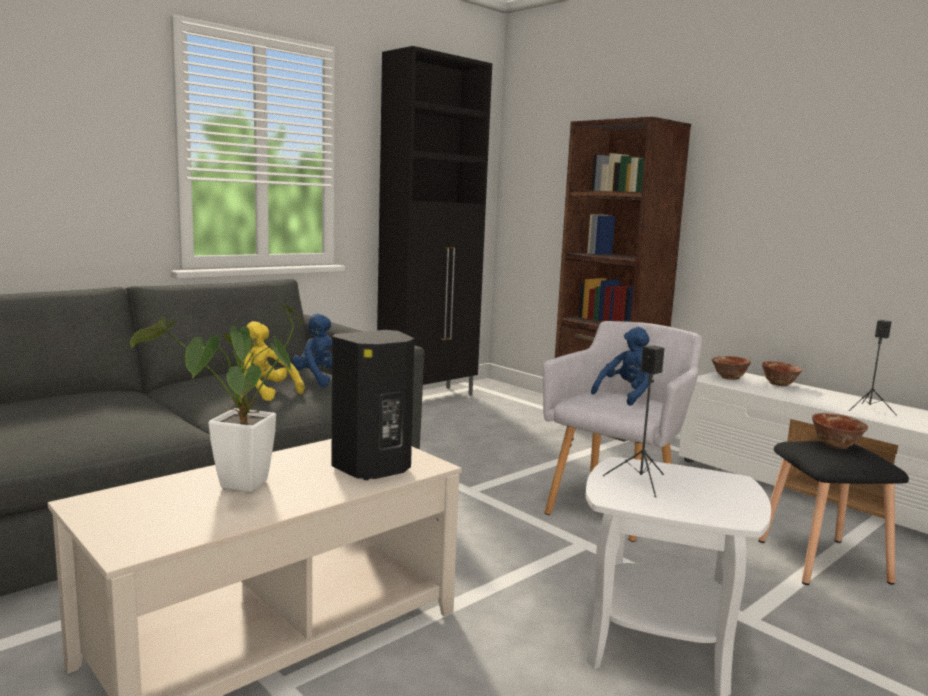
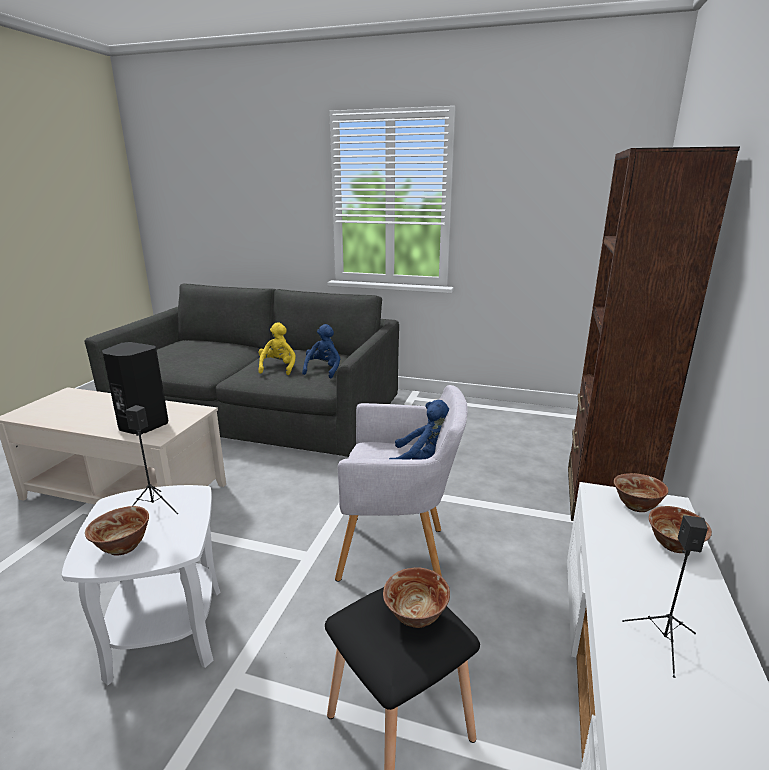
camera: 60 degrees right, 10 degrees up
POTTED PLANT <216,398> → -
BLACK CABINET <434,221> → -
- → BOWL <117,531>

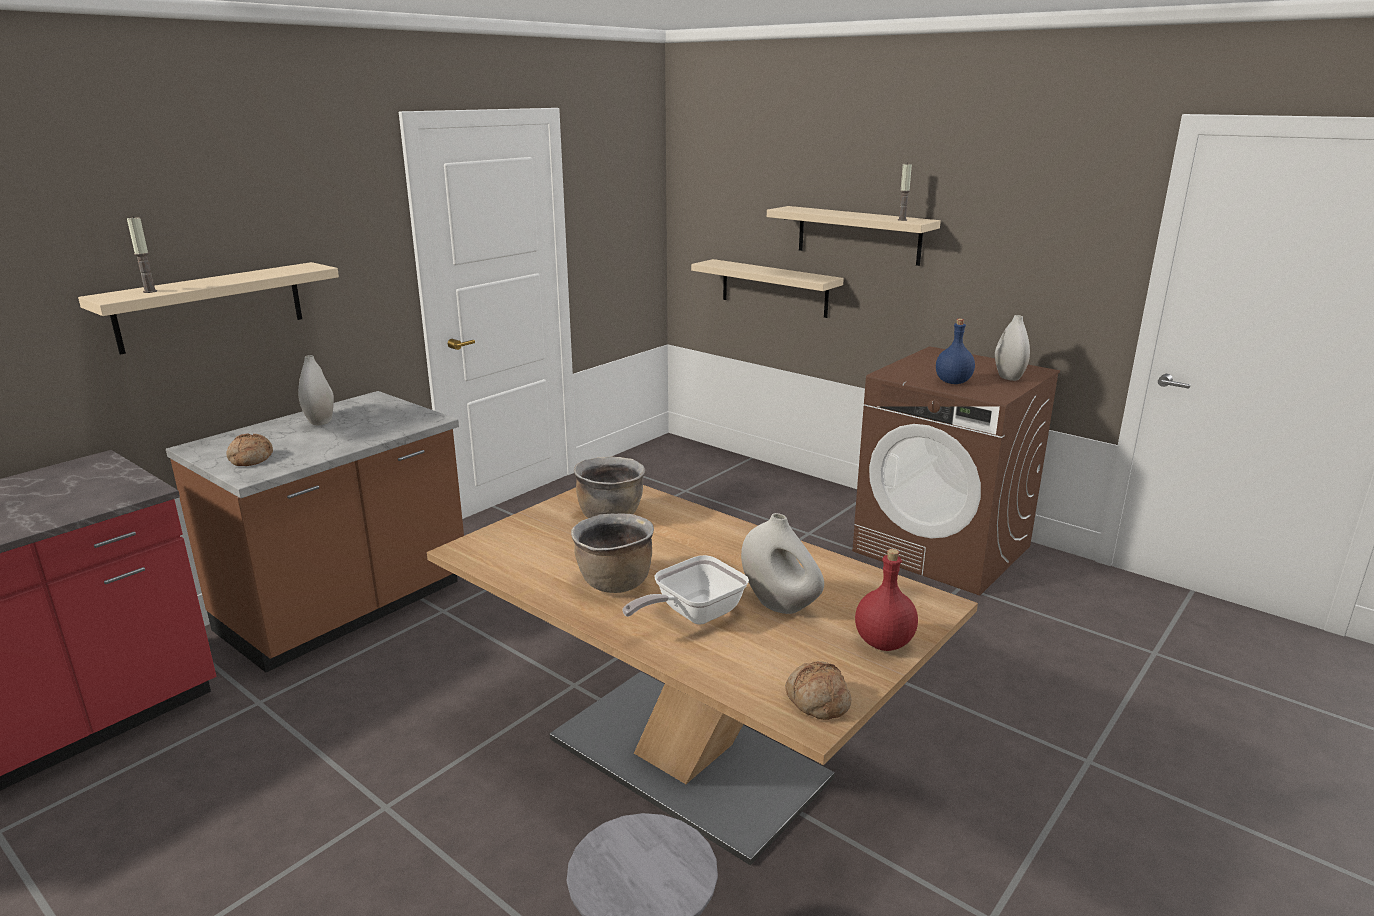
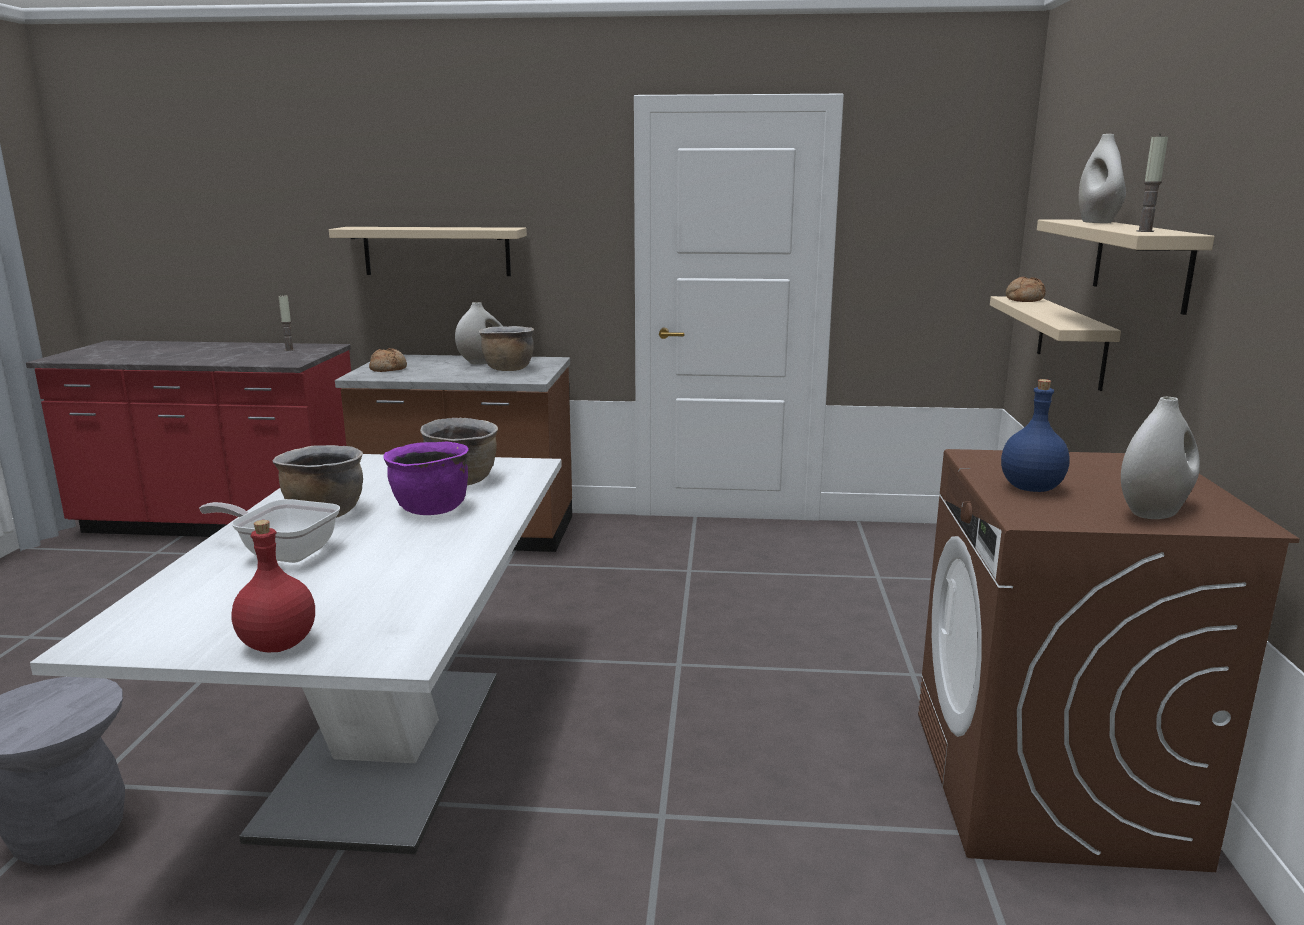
camera: 55 degrees right, 5 degrees down
CANDLE <142,255> → CANDLE <286,323>, moved
BROWN DINING TABLE <702,675> → WHITE DINING TABLE <296,654>
WHITE VASE <782,563> → WHITE VASE <1102,178>, moved
BREAD <818,690> → BREAD <1026,289>, moved
- → PURPLE COOKING POT <426,478>
- → BROWN COOKING POT <506,348>

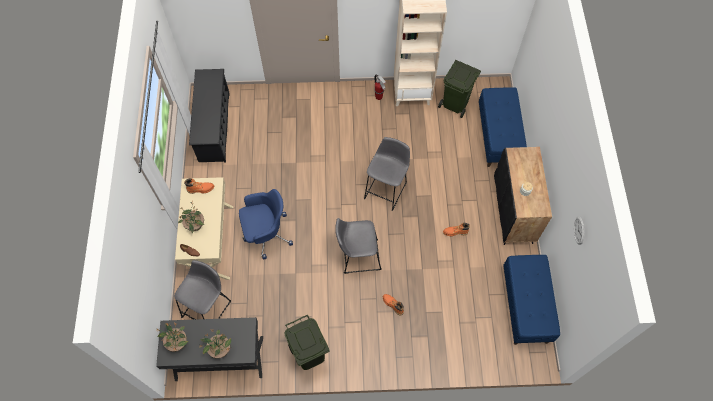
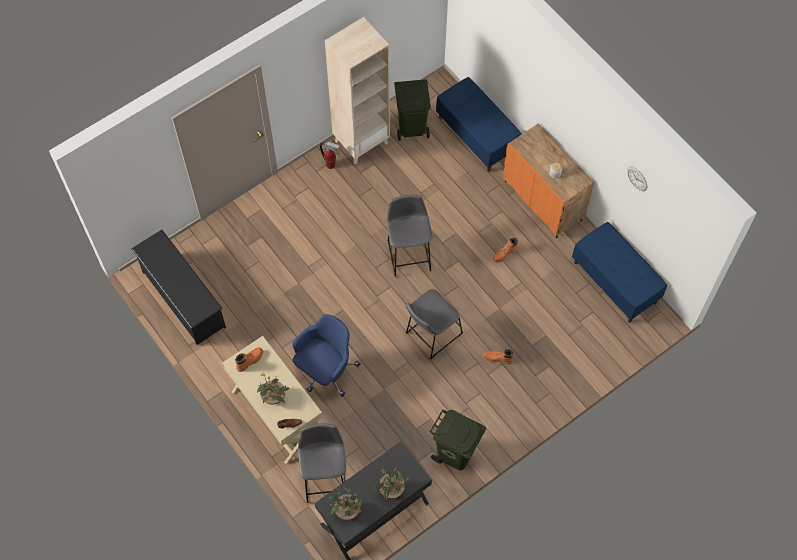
camera: 35 degrees left, 0 degrees up
BLACK CABINET <523,196> → ORANGE CABINET <548,181>

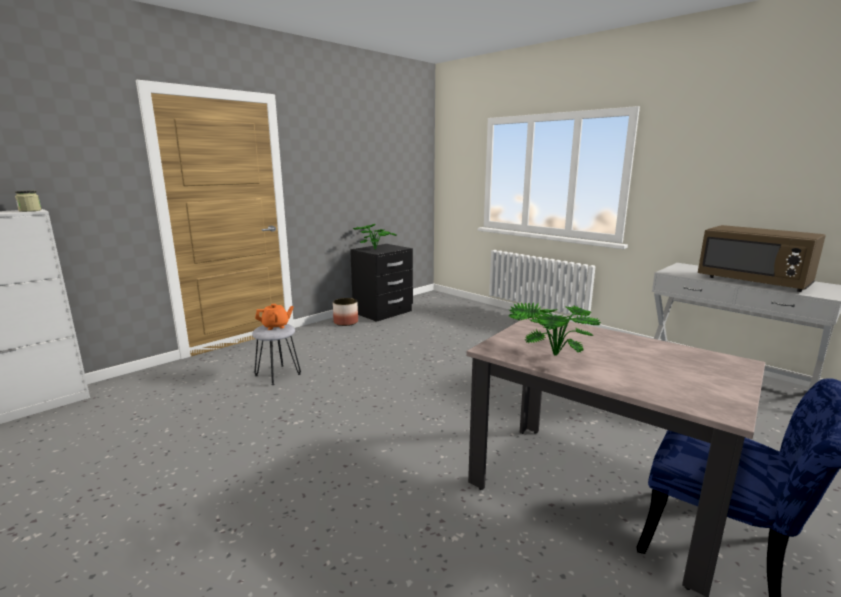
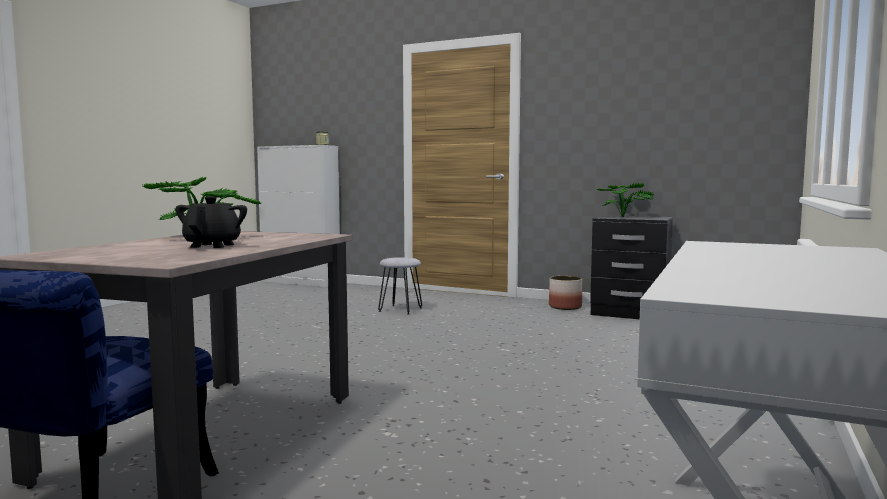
camera: 70 degrees right, 10 degrees down
ORANGE TEAPOT <274,317> → -
BROWN MICROWAVE <762,258> → -
- → BLACK TEAPOT <211,222>

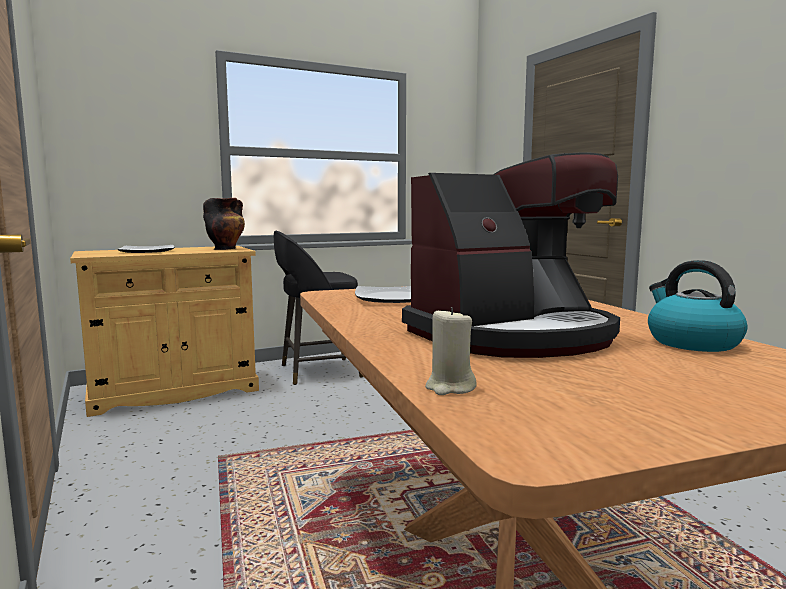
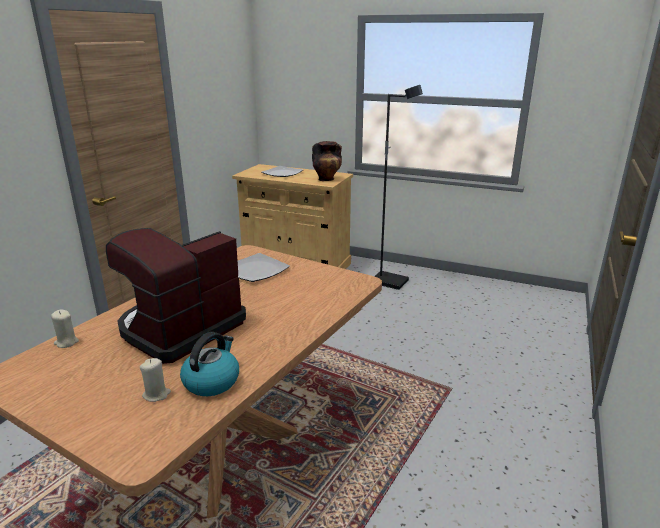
camera: 50 degrees right, 15 degrees up
BLACK STOOL <319,308> → BLACK FLOOR LAMP <398,187>
COFFEE MACHINE <511,255> → COFFEE MACHINE <176,296>, 105 degrees clockwise
- → BEIGE CANDLE <155,380>

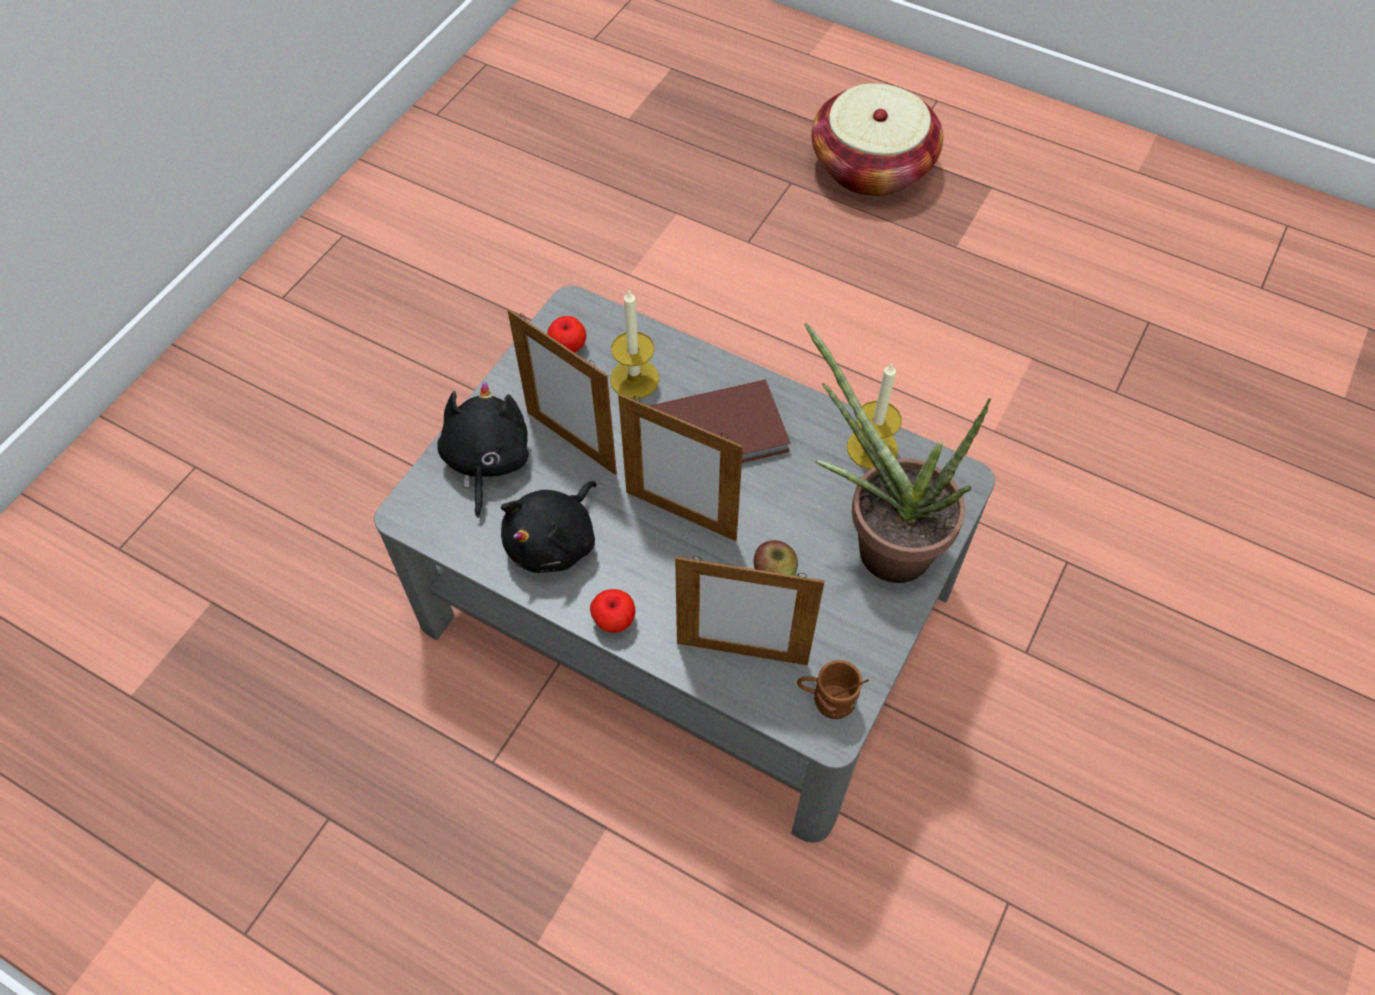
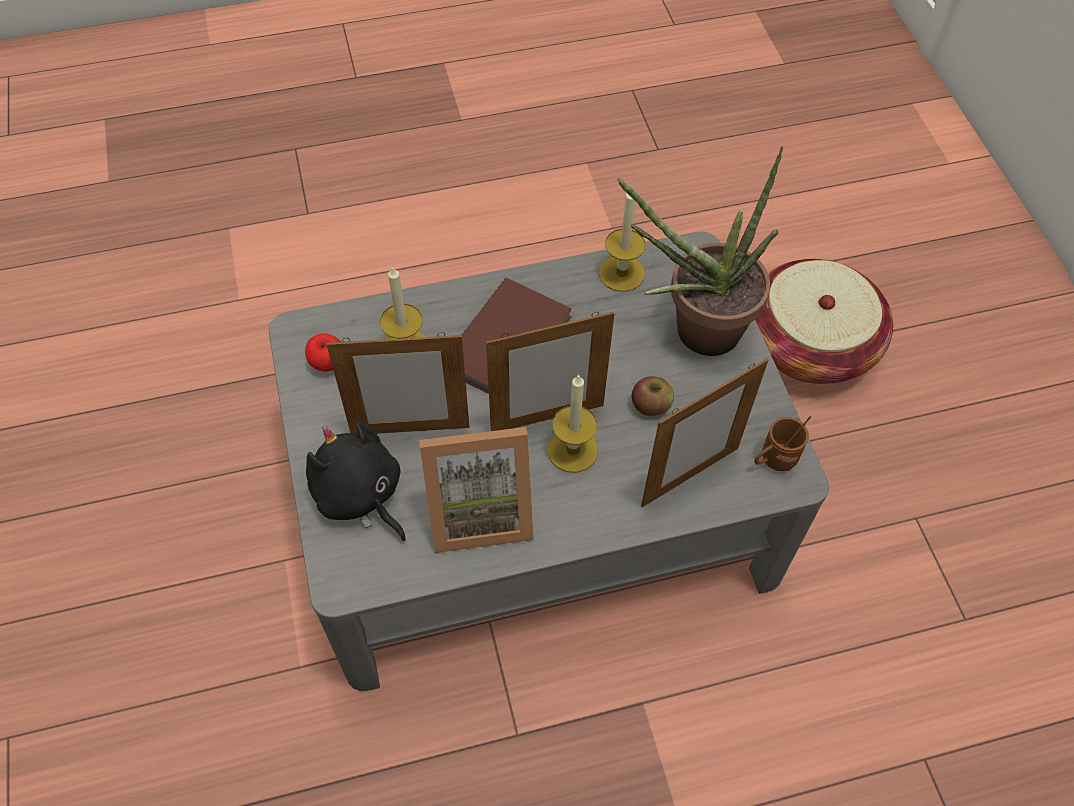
camera: 45 degrees left, 0 degrees up
BLACK PLUSH TOY <549,527> → PICTURE FRAME <476,490>
APPLE <612,611> → -
BASKET <877,139> → BASKET <824,321>, moved
- → CANDLE <572,423>

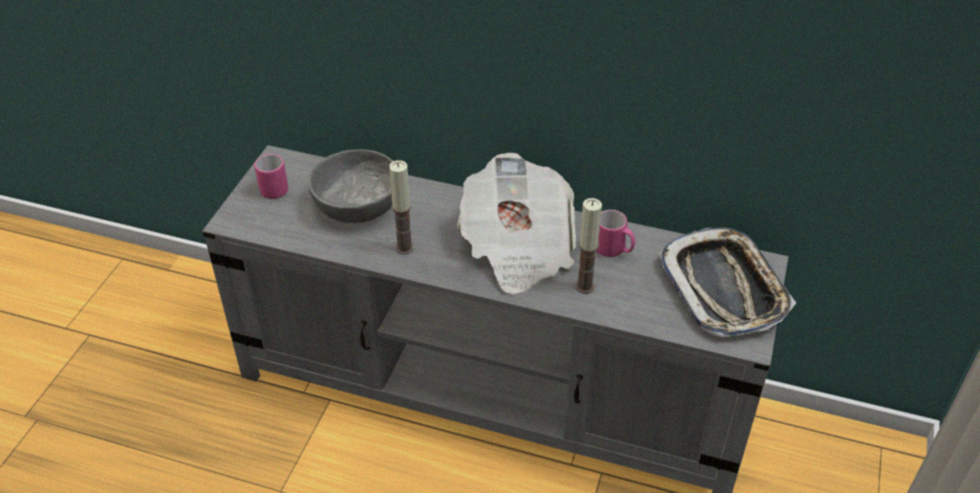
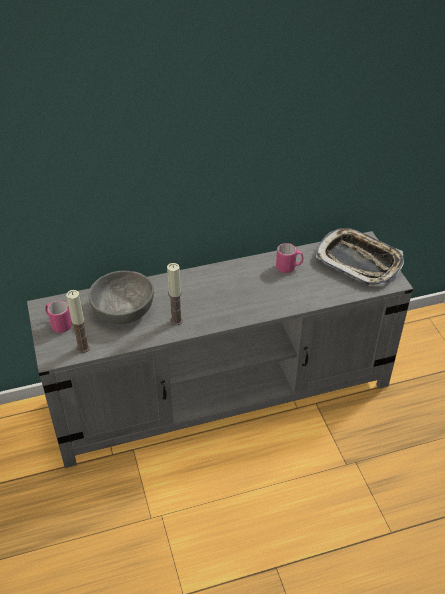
camera: 35 degrees left, 0 degrees up
NEWSPAPER <516,224> → -
CANDLE <588,246> → CANDLE <78,321>, moved

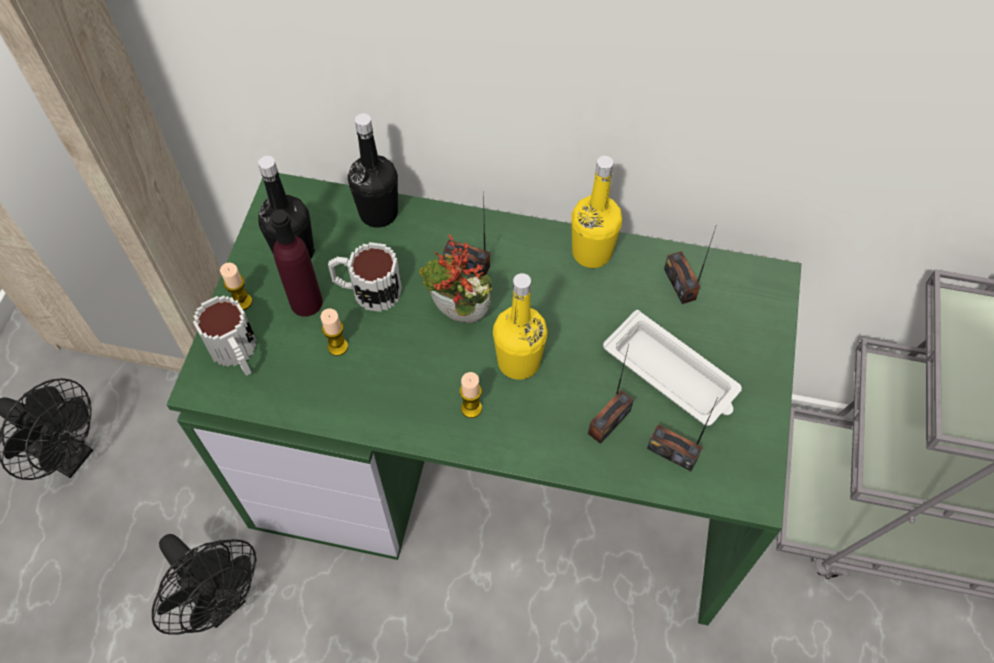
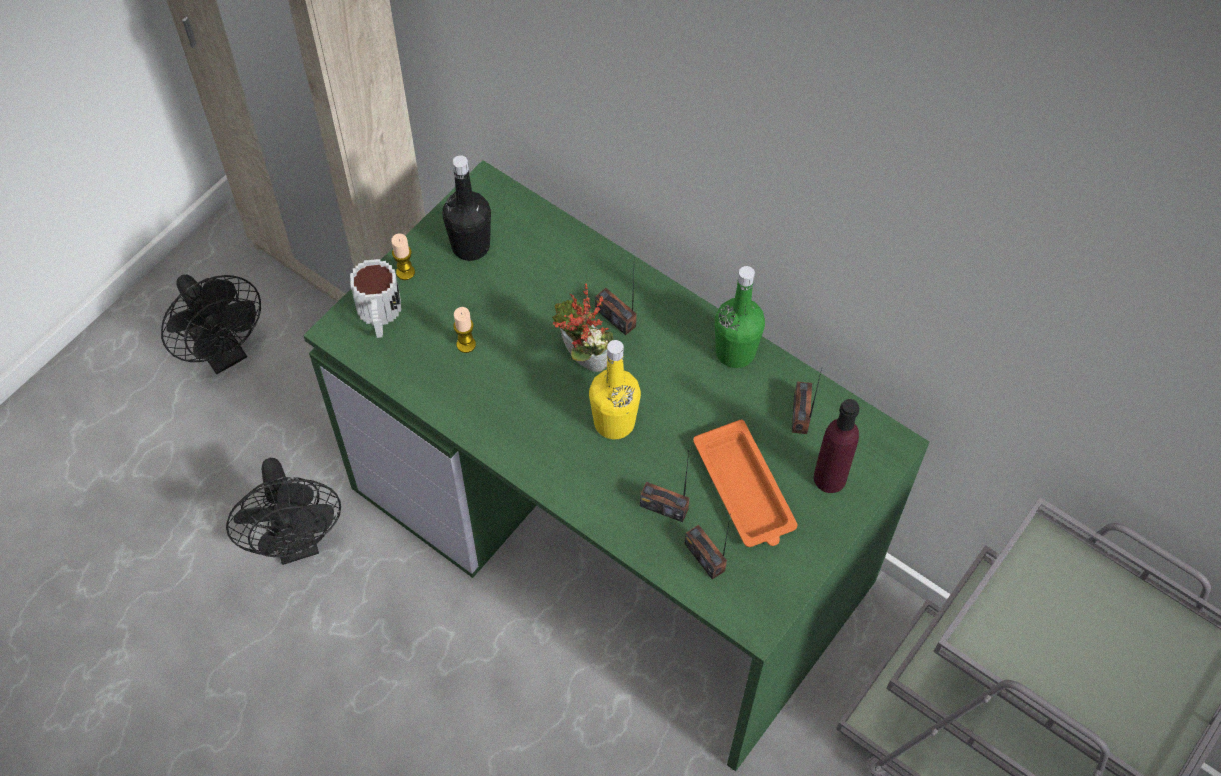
camera: 25 degrees right, 0 degrees up
PURPLE BOTTLE <296,263> → PURPLE BOTTLE <836,446>, moved
MUG <365,277> → -
BLACK BOTTLE <373,170> → -
CANDLE <471,395> → -
YELLOW BOTTLE <596,212> → GREEN BOTTLE <740,317>
RADIO <611,394> → RADIO <665,487>, 45 degrees clockwise
WHITE TRAY <672,368> → ORANGE TRAY <745,483>

